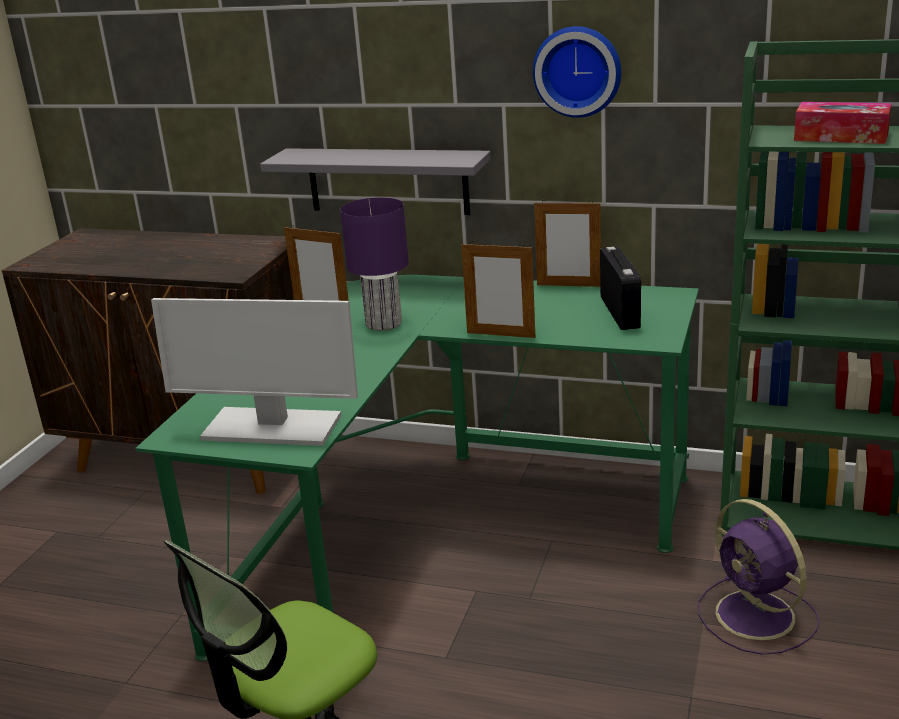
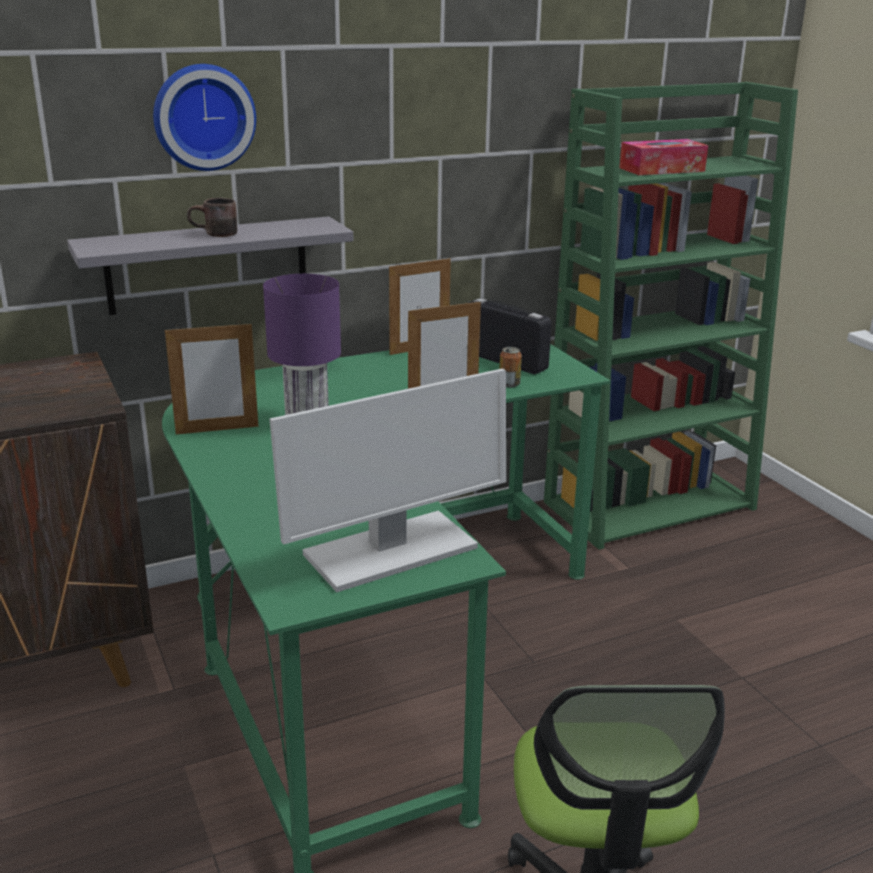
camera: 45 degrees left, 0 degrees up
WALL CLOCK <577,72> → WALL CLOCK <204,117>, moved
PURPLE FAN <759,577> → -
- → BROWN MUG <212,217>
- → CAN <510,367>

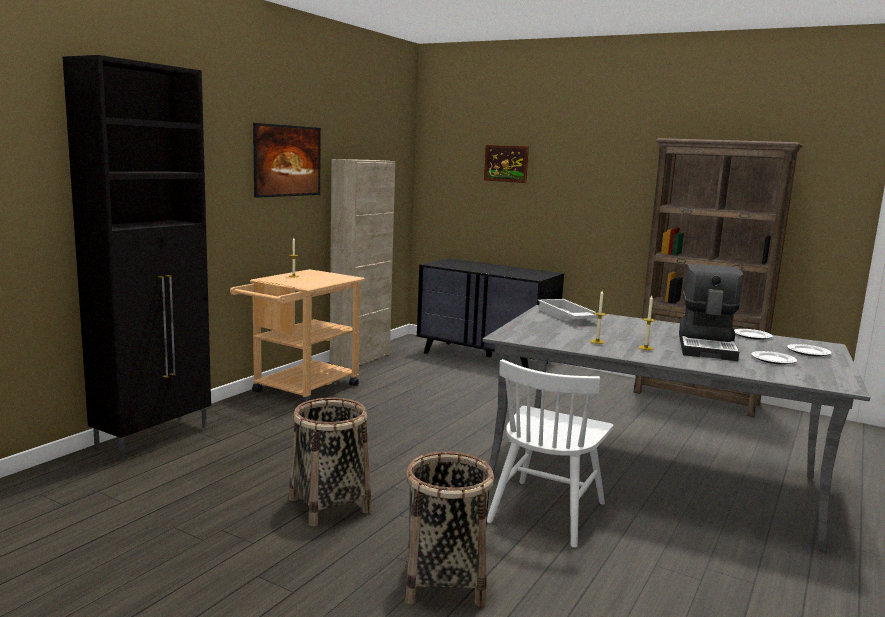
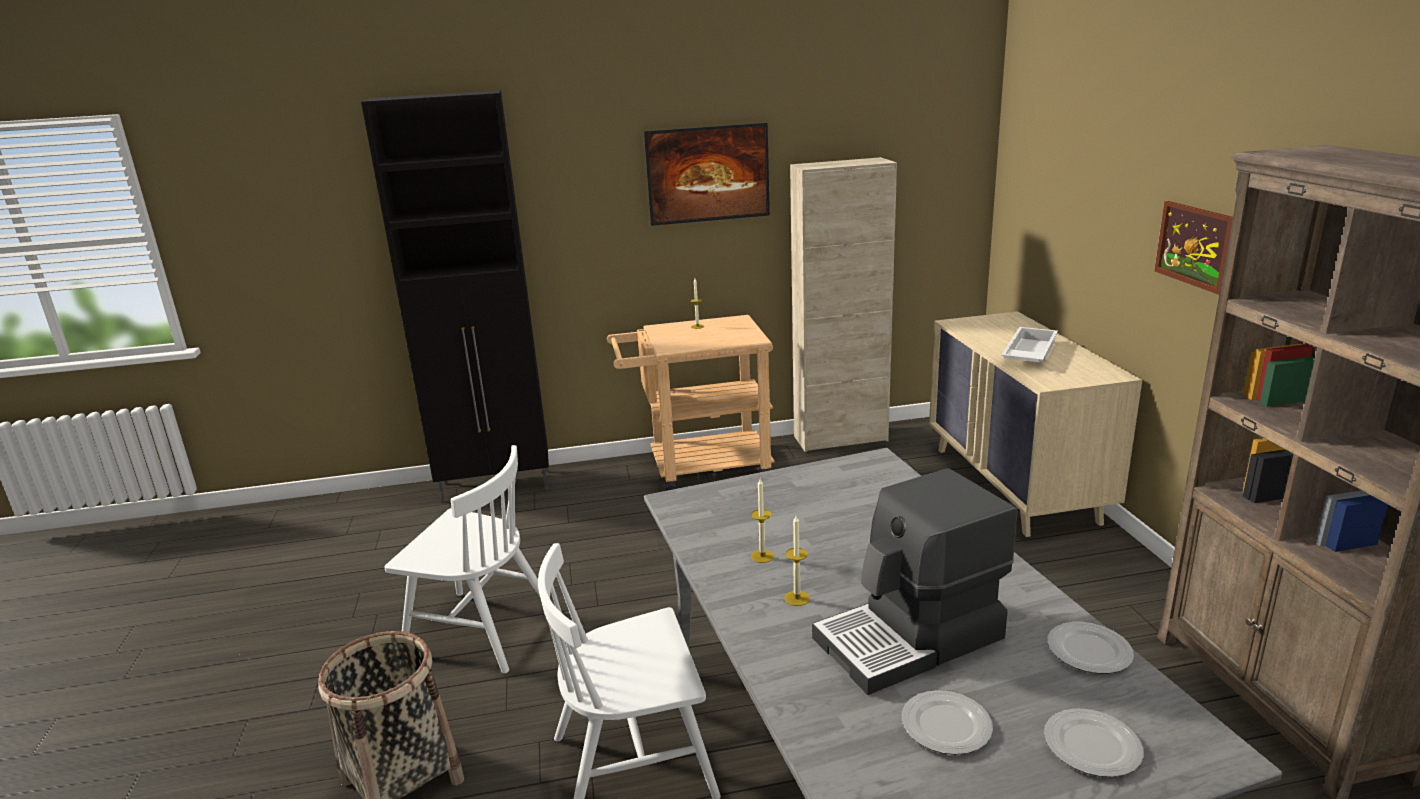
camera: 50 degrees right, 10 degrees up
BASKET <330,462> → WHITE CHAIR <462,559>
BLACK DRESSER <490,314> → BEIGE DRESSER <1035,424>
PICTURE <506,164> → PICTURE <1193,248>, moved
WHITE TRAY <567,309> → WHITE TRAY <1029,345>, moved

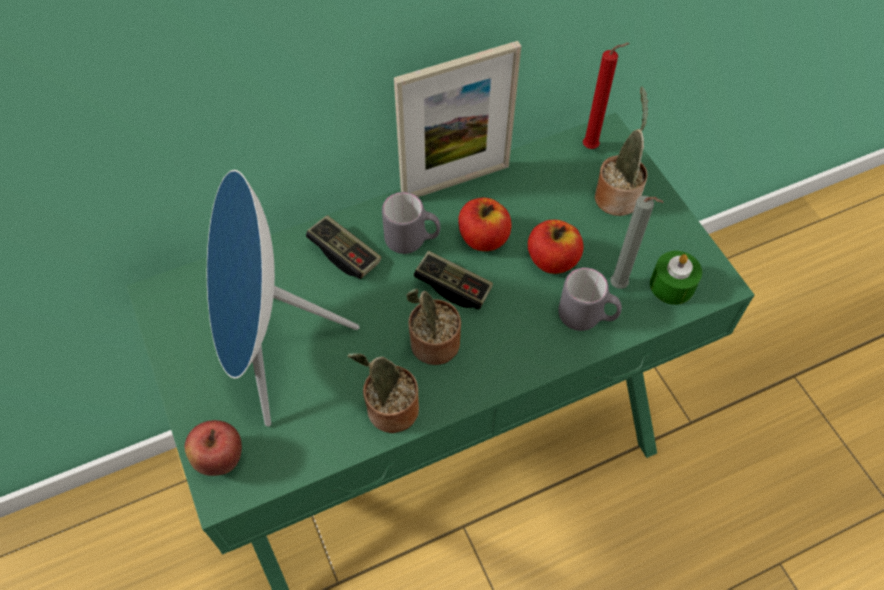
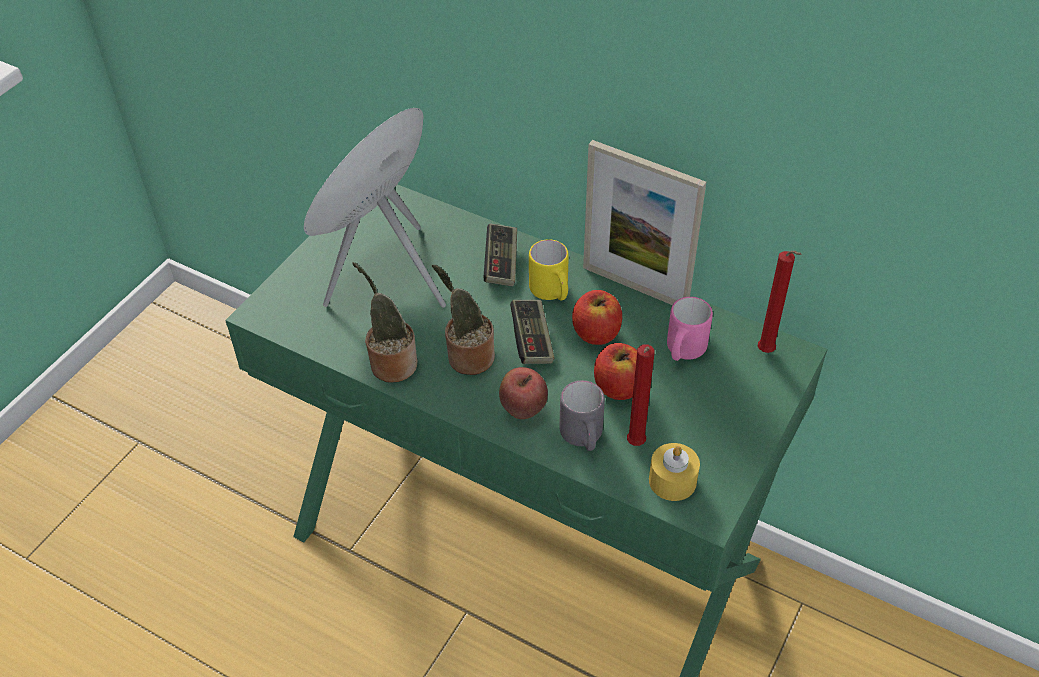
camera: 55 degrees right, 10 degrees down
APPLE <213,448> → APPLE <523,393>, moved
GREY MUG <411,223> → YELLOW MUG <549,270>
POTTED PLANT <622,151> → -
GREY CANDLE <637,242> → RED CANDLE <641,395>
GREEN CANDLE <676,278> → YELLOW CANDLE <674,472>
- → PINK MUG <690,329>

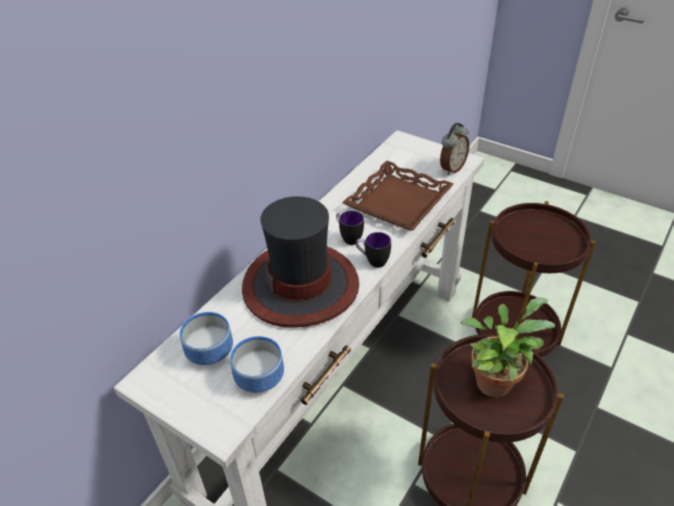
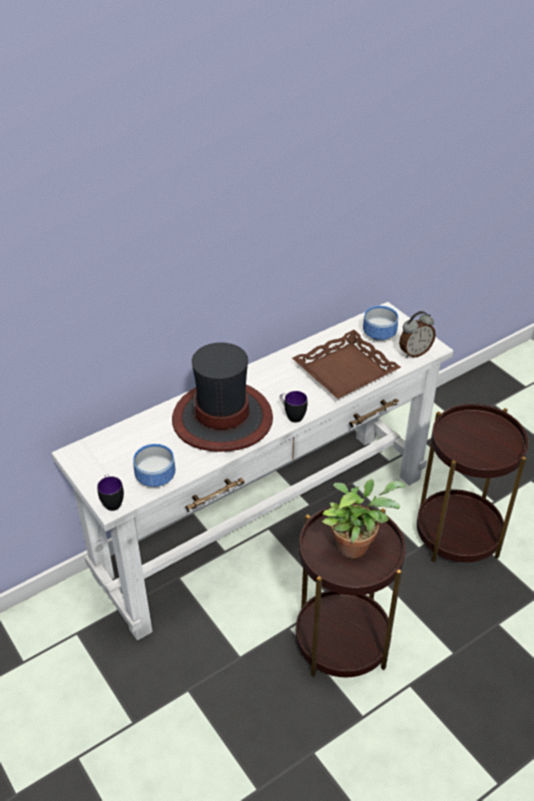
camera: 20 degrees right, 0 degrees up
BOWL <206,338> → BOWL <380,323>, moved
MUG <350,228> → MUG <110,492>, moved

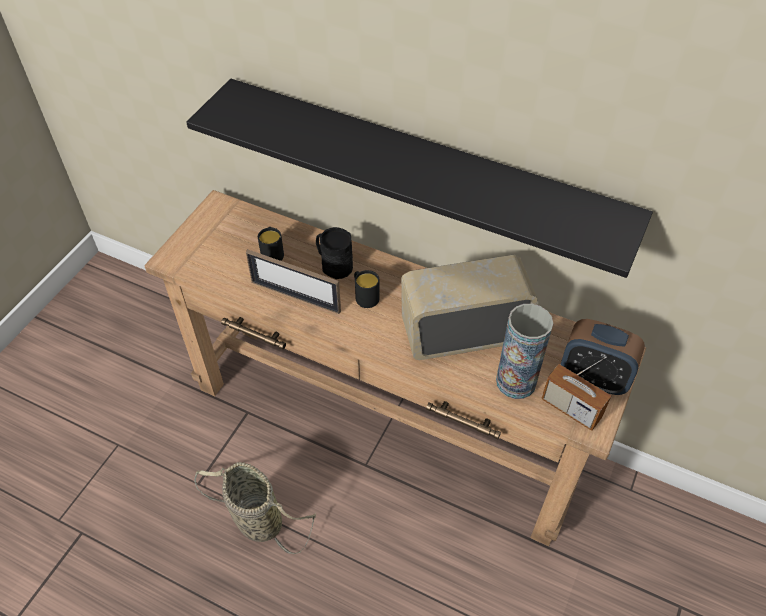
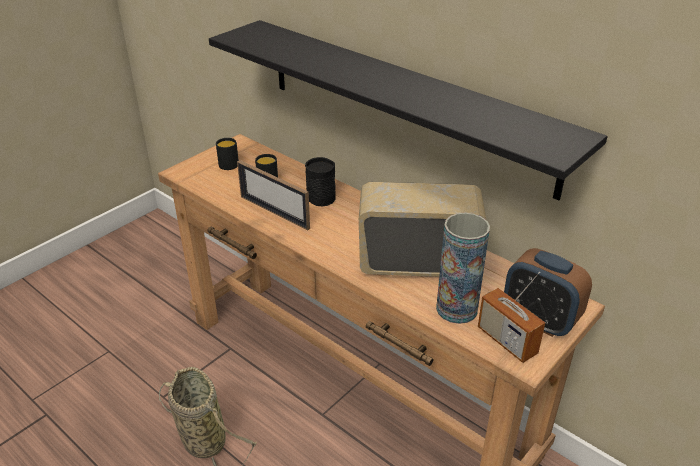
camera: 15 degrees right, 15 degrees down
BLACK MUG <367,289> → BLACK MUG <227,154>, moved

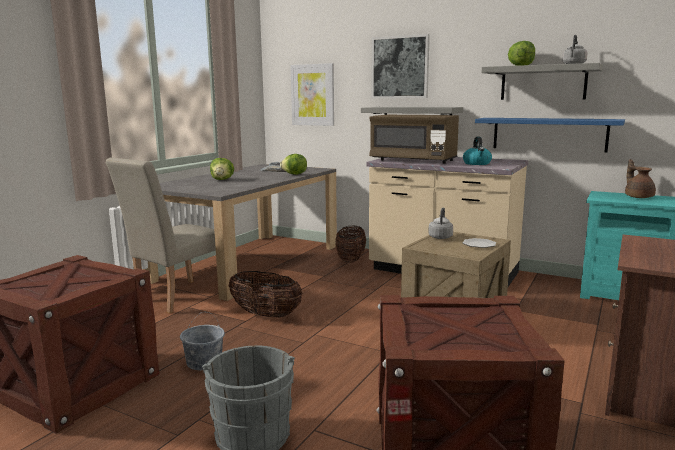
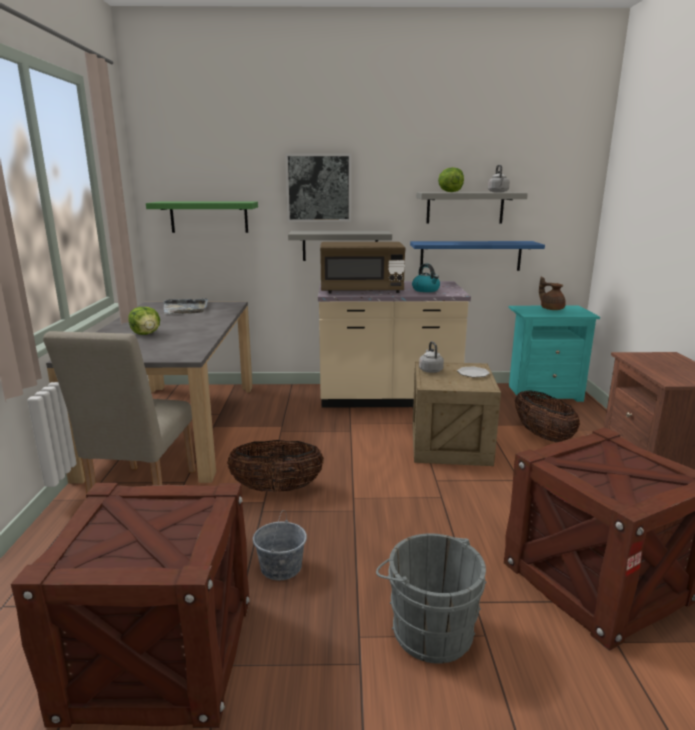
camera: 30 degrees left, 5 degrees up
LETTUCE <293,164> → -
PICTURE <312,94> → GREEN SHELF <202,217>
BASKET <350,244> → BASKET <547,416>, moved

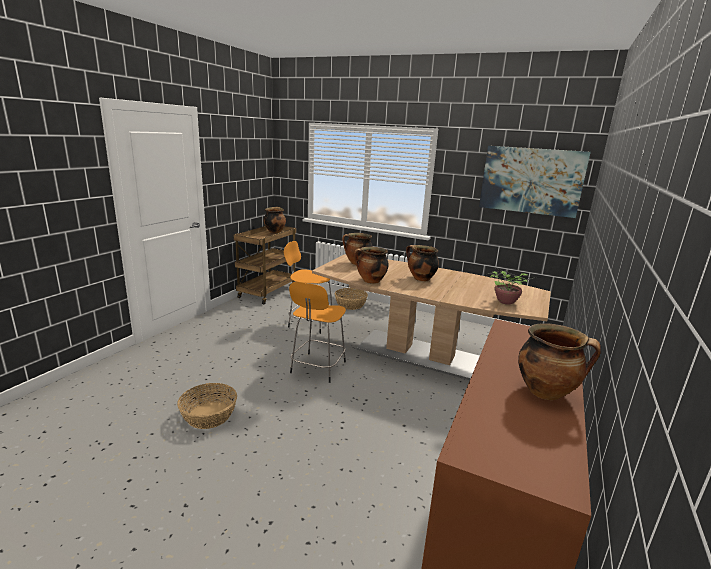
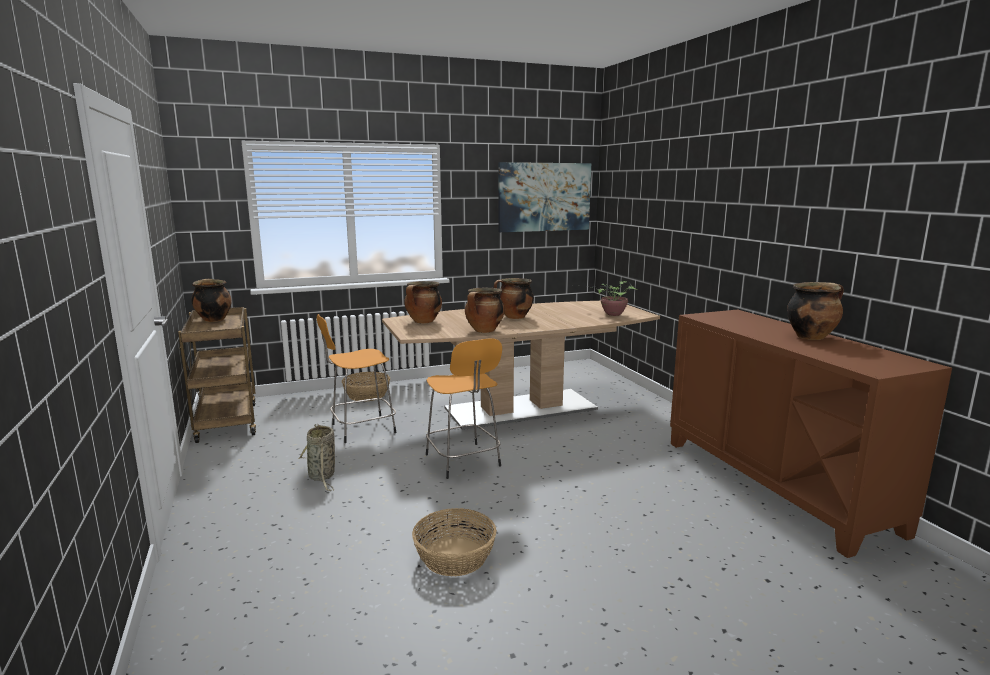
camera: 45 degrees left, 5 degrees down
- → BASKET <316,457>

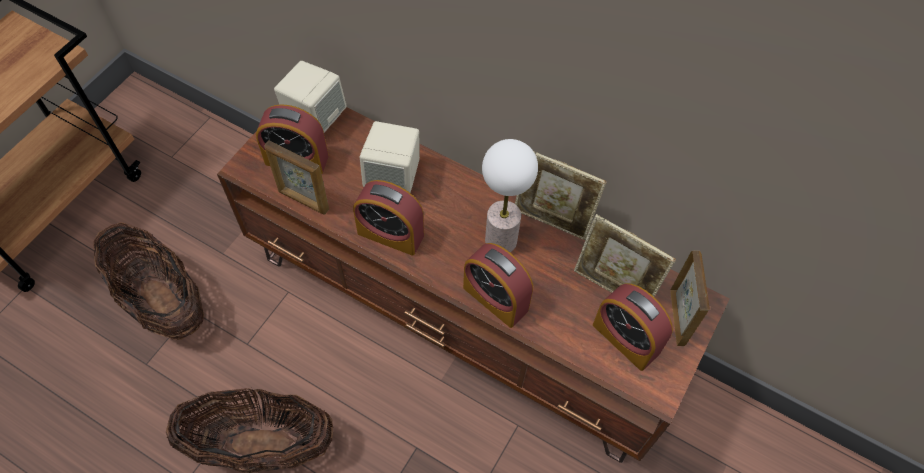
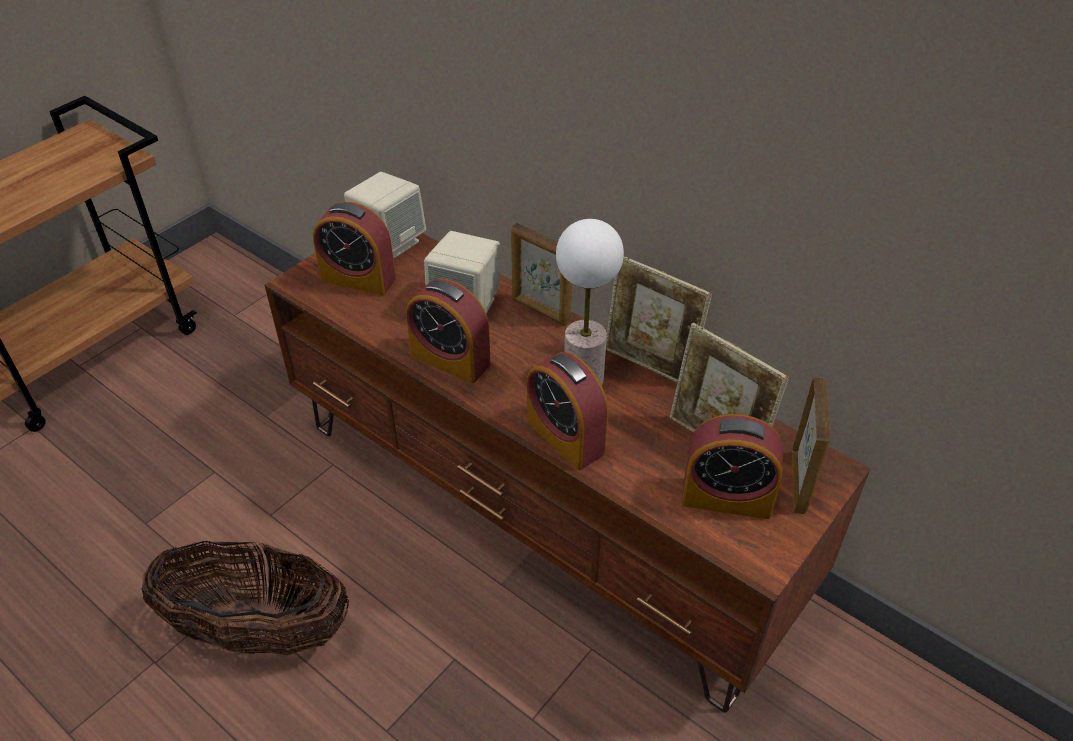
camera: 10 degrees right, 15 degrees down
BASKET <148,281> → -
PICTURE FRAME <296,177> → PICTURE FRAME <541,274>, moved
ALARM CLOCK <633,327> → ALARM CLOCK <732,466>, 45 degrees counterclockwise

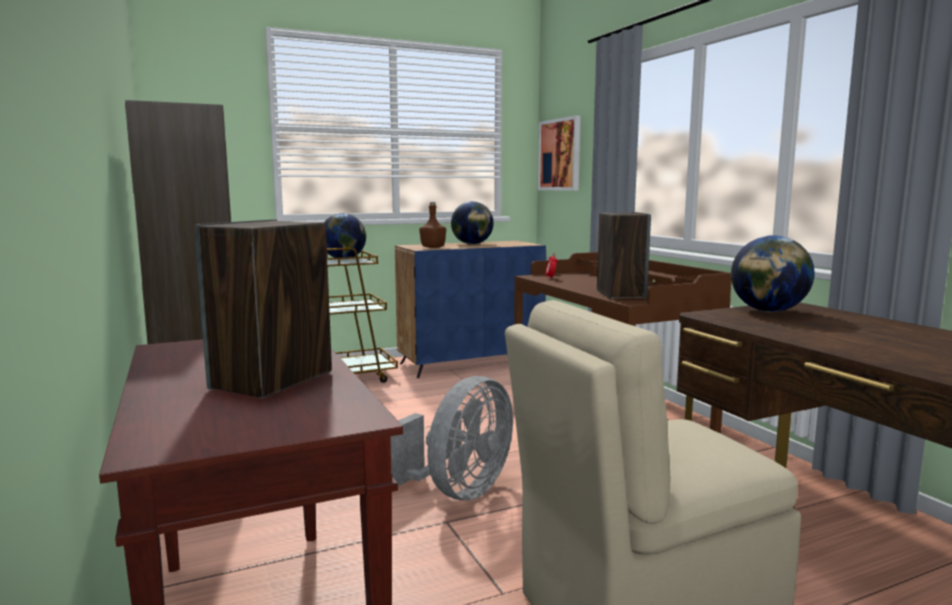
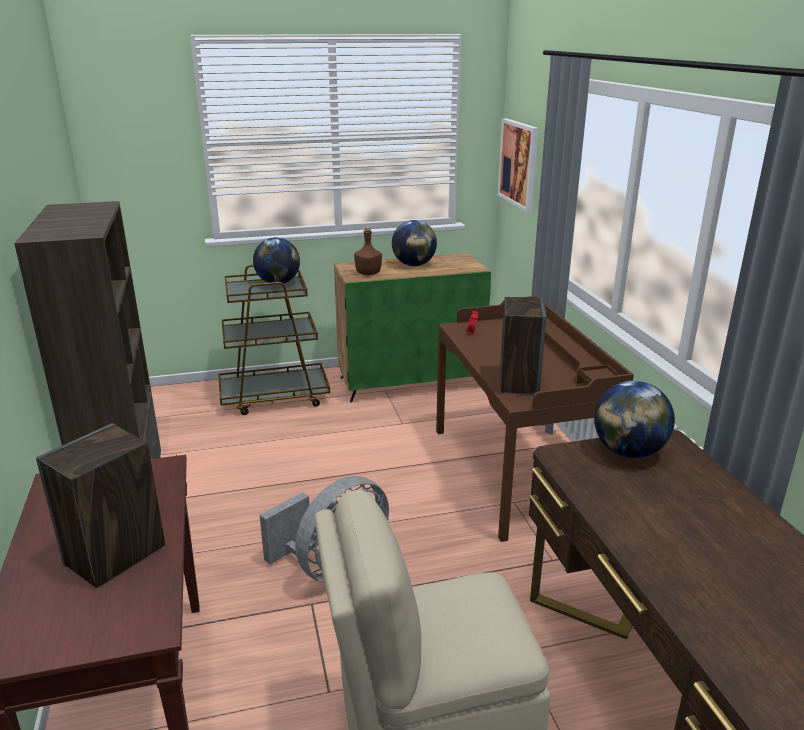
camera: 10 degrees right, 15 degrees up
BLUE CABINET <470,309> → GREEN CABINET <412,327>

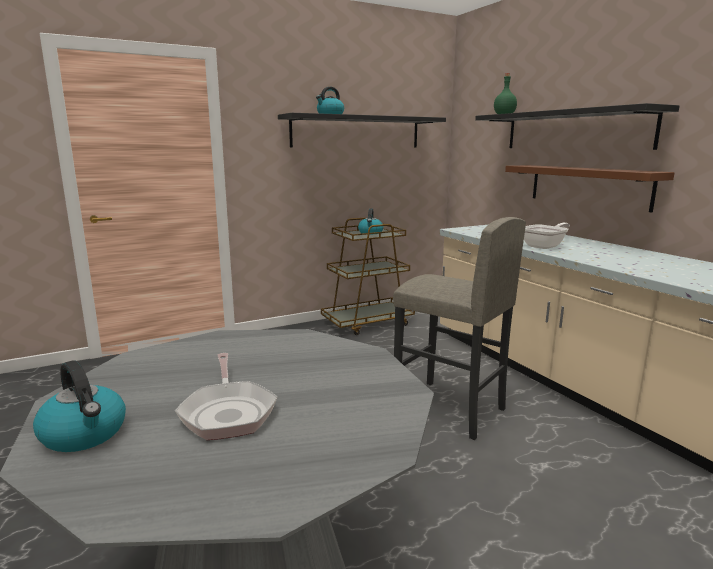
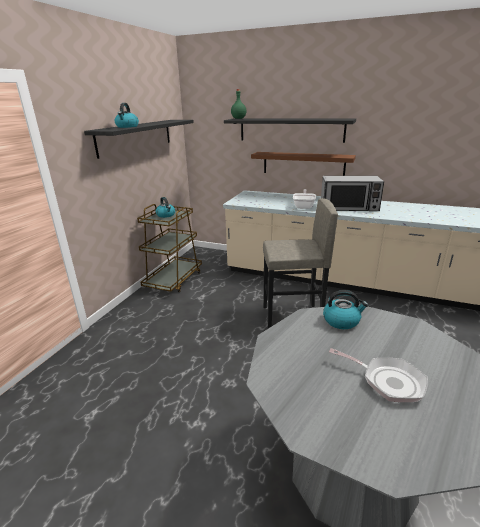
camera: 40 degrees left, 10 degrees up
KETTLE <79,406> → KETTLE <345,309>, moved
- → MICROWAVE <352,193>

